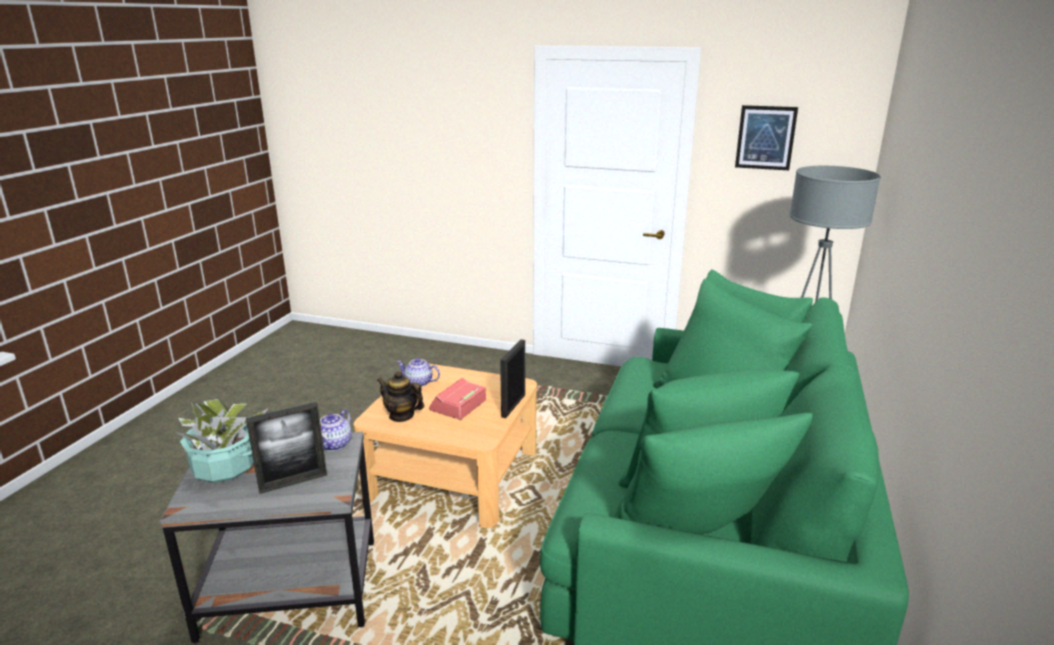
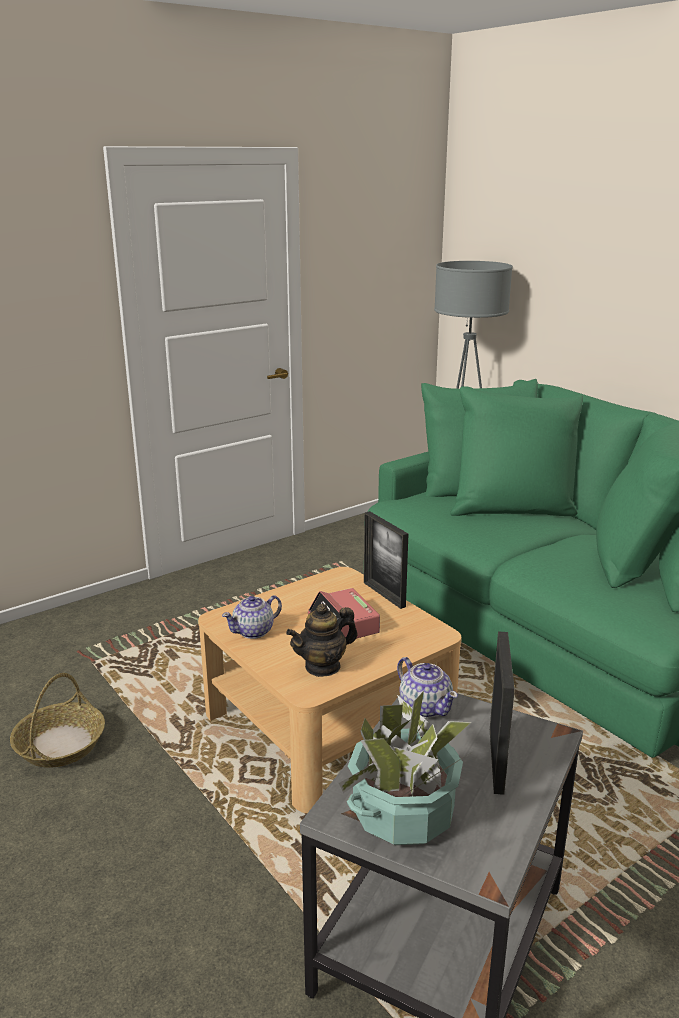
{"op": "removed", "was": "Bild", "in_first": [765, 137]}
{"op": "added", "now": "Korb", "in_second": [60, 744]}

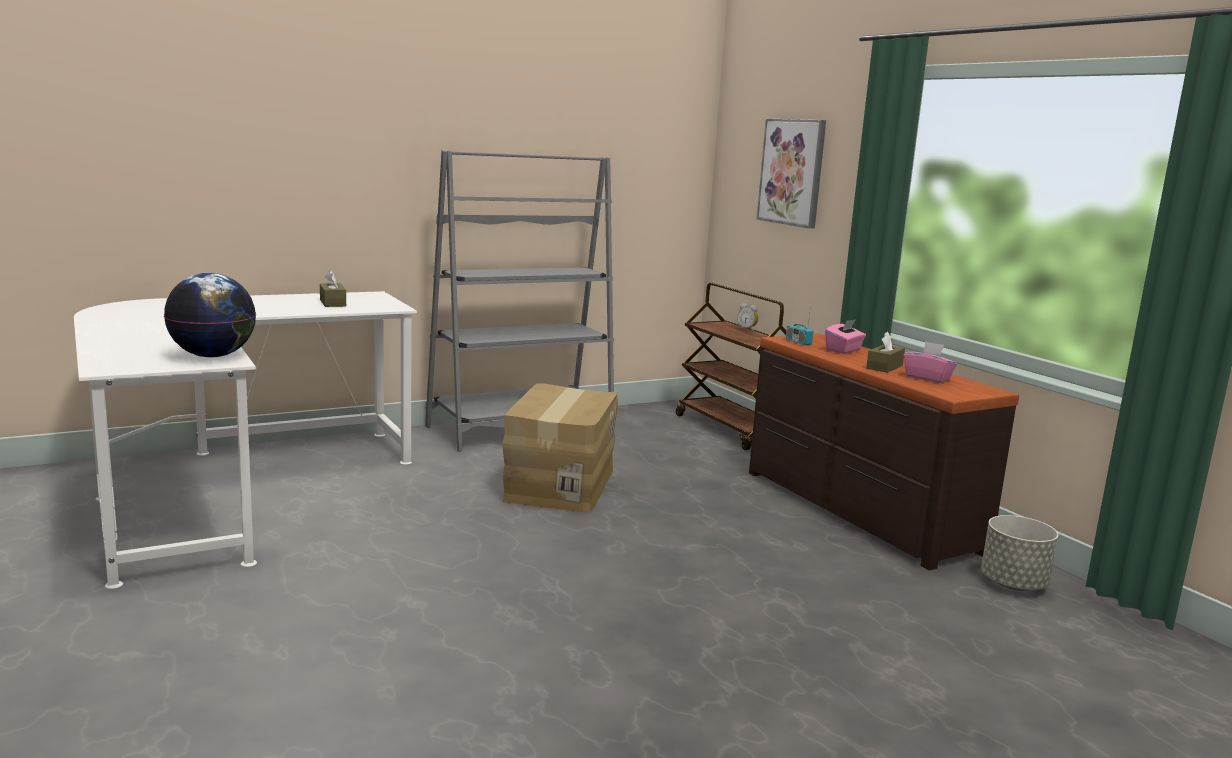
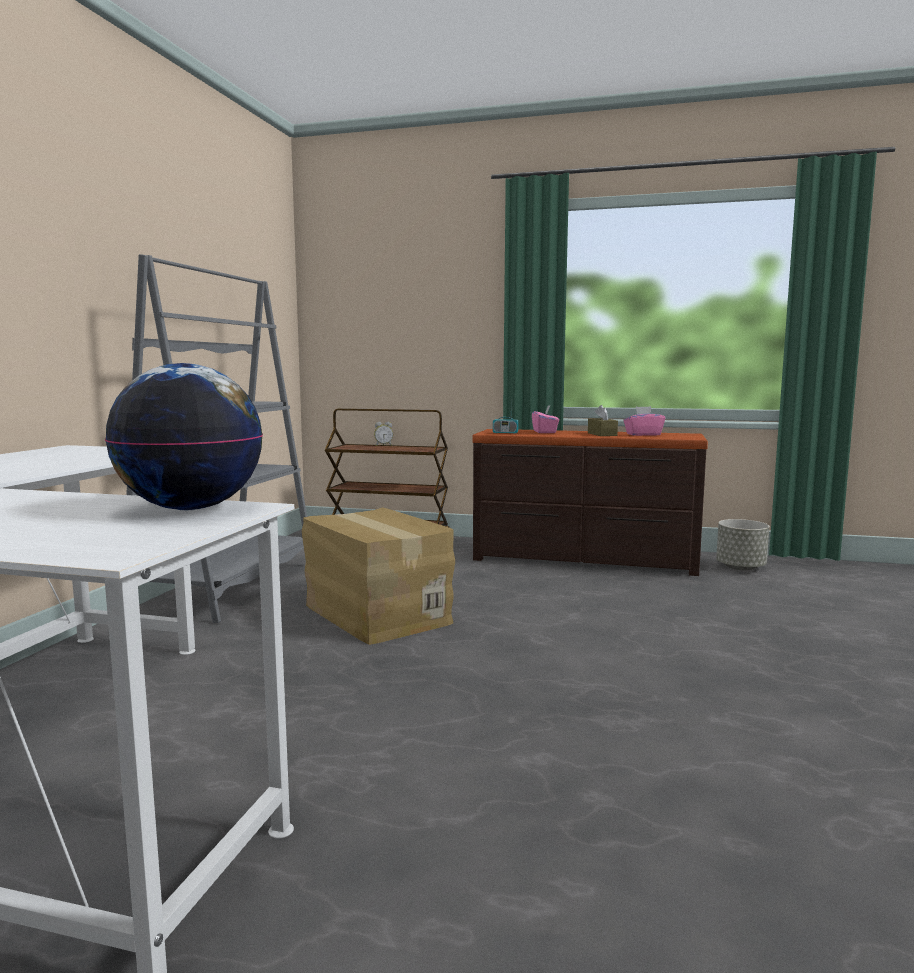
{"op": "removed", "was": "Taschentuchbox [braun]", "in_first": [333, 303]}
{"op": "removed", "was": "Bild", "in_first": [792, 172]}

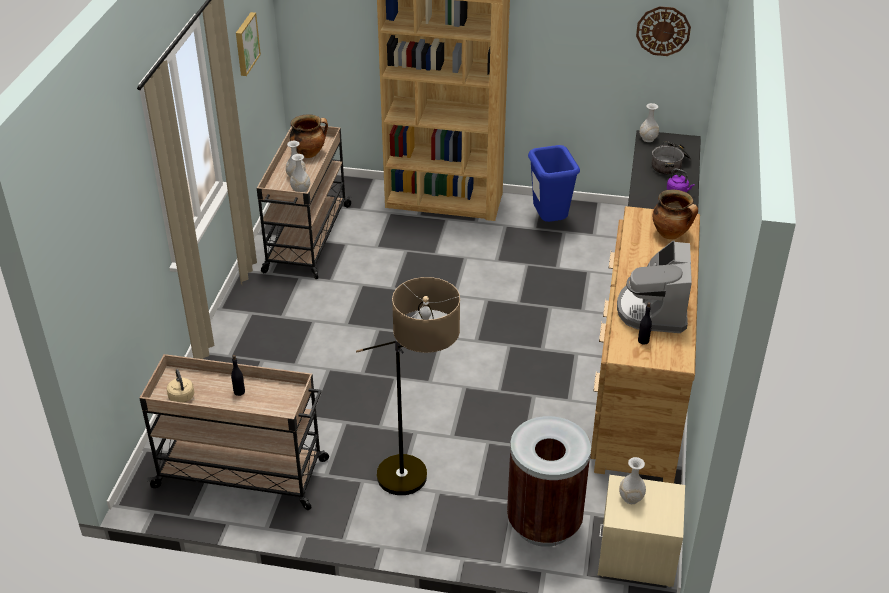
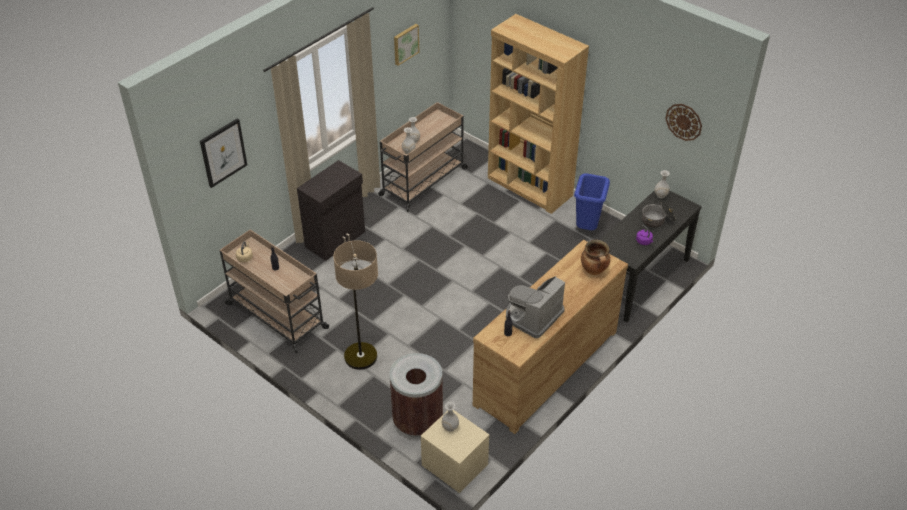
{"op": "removed", "was": "Kochtopf", "in_first": [309, 153]}
{"op": "added", "now": "Bild", "in_second": [223, 152]}
{"op": "added", "now": "Schrank [schwarz]", "in_second": [336, 239]}

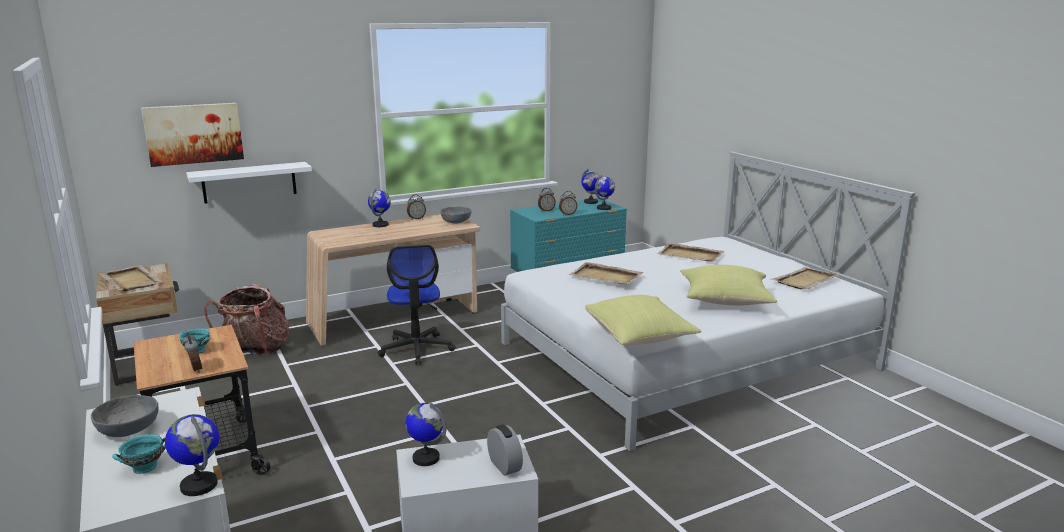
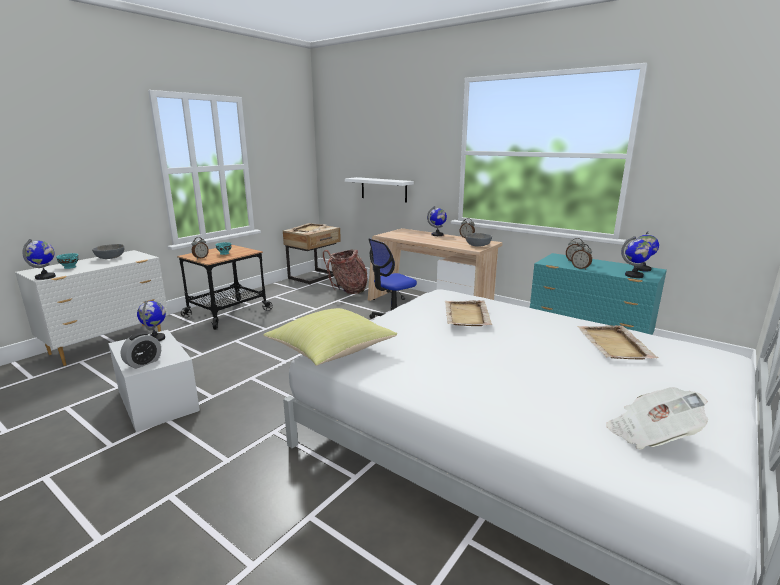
{"op": "removed", "was": "Bild", "in_first": [194, 133]}
{"op": "removed", "was": "Kissen [gelb]", "in_first": [724, 302]}
{"op": "replaced", "was": "Tablett [beige]", "now": "Zeitung", "in_first": [804, 280], "in_second": [651, 435]}

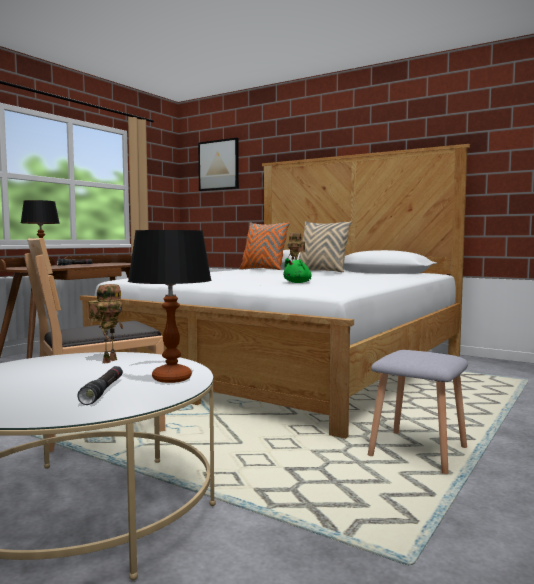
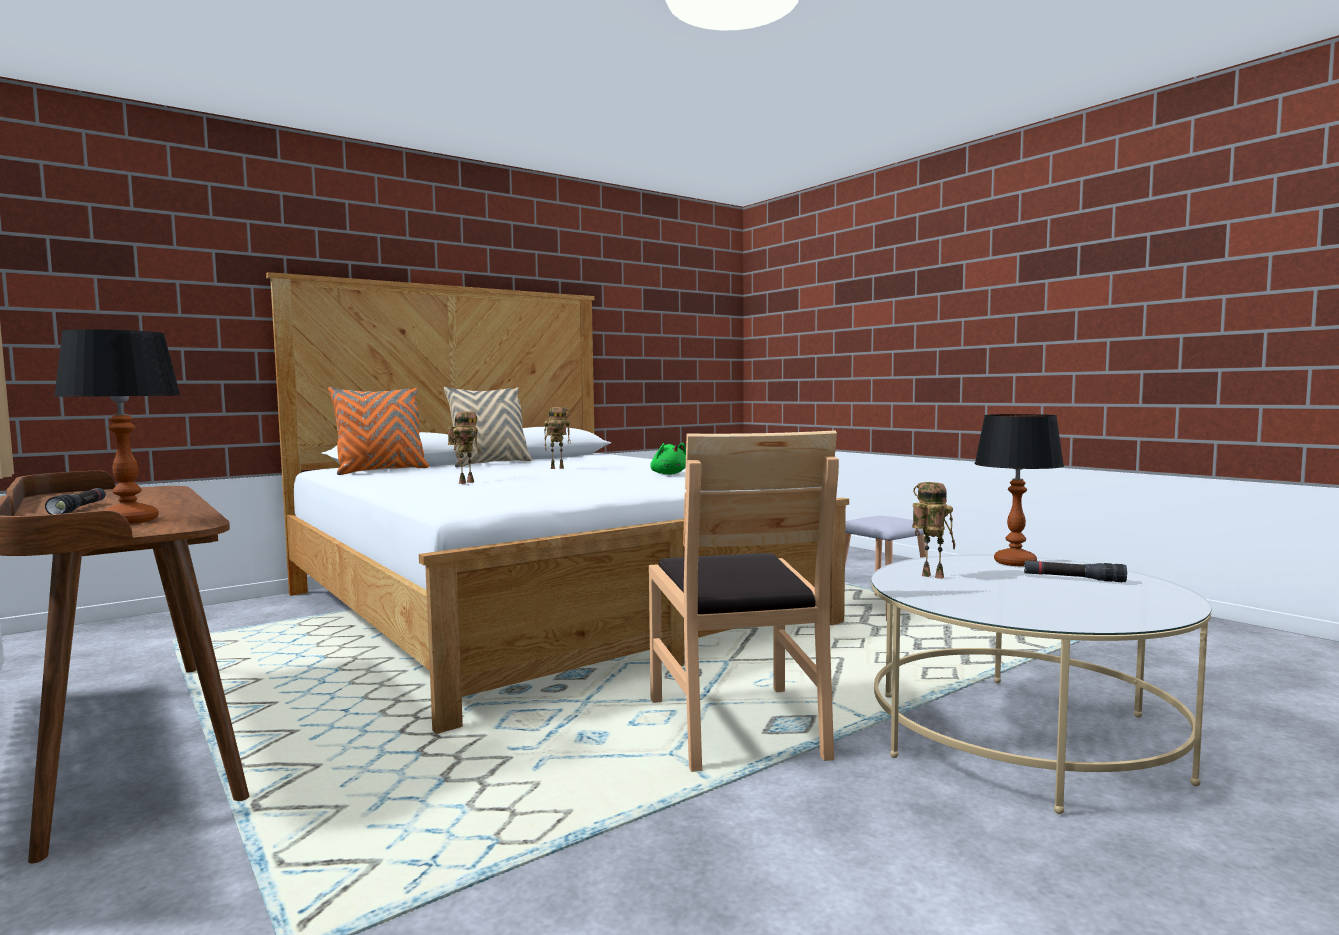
{"op": "removed", "was": "Bild", "in_first": [218, 165]}
{"op": "added", "now": "Spielzeugroboter", "in_second": [466, 482]}

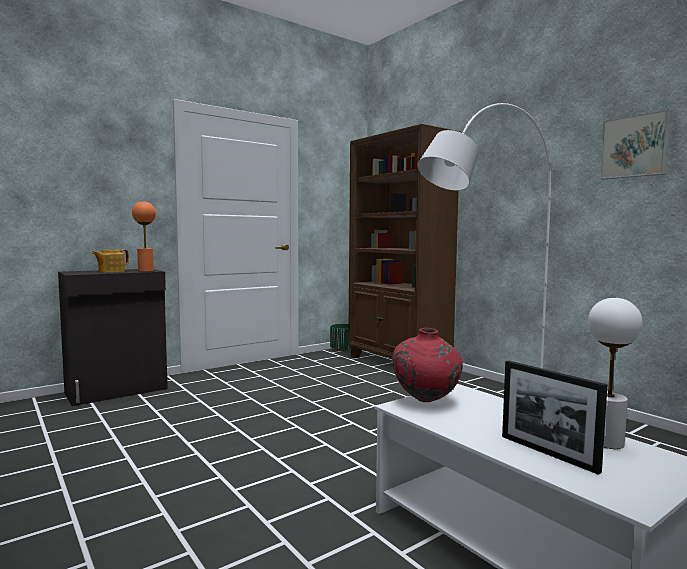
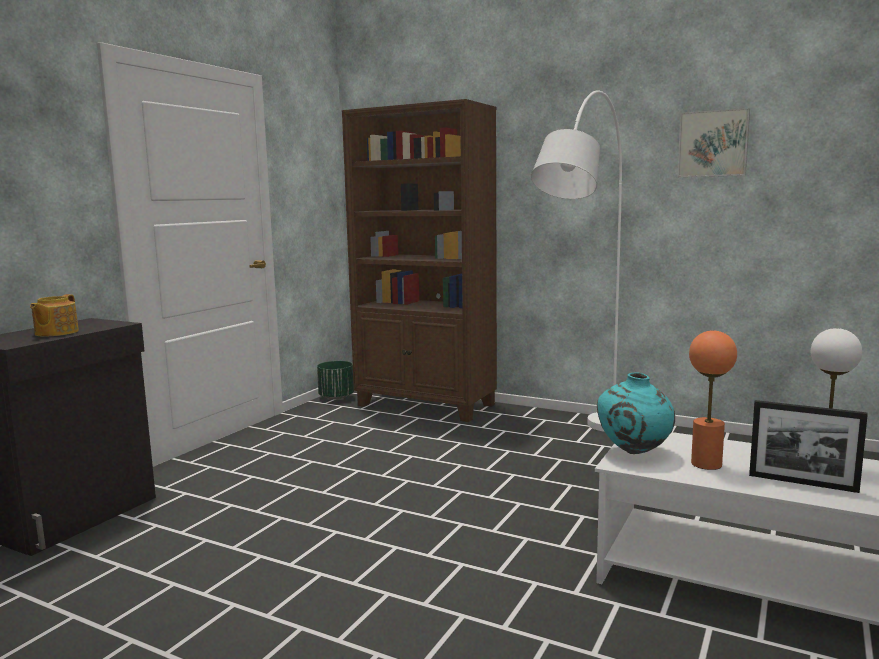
{"op": "moved", "was": "Tischlampe [orange]", "in_first": [145, 271], "in_second": [706, 464]}
{"op": "recoloured", "was": "Vase [rot]", "now": "Vase [türkis]", "in_first": [426, 401], "in_second": [634, 452]}

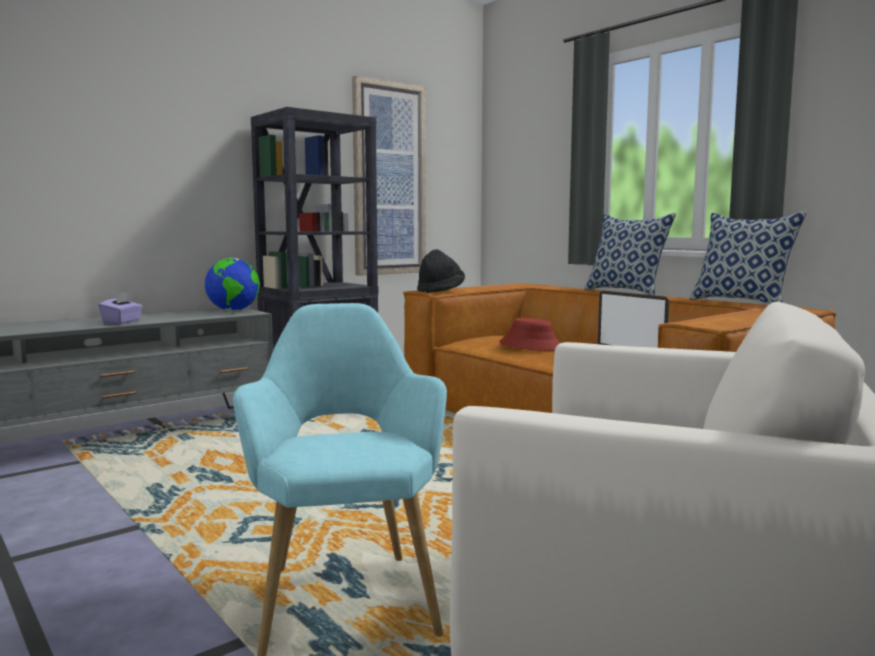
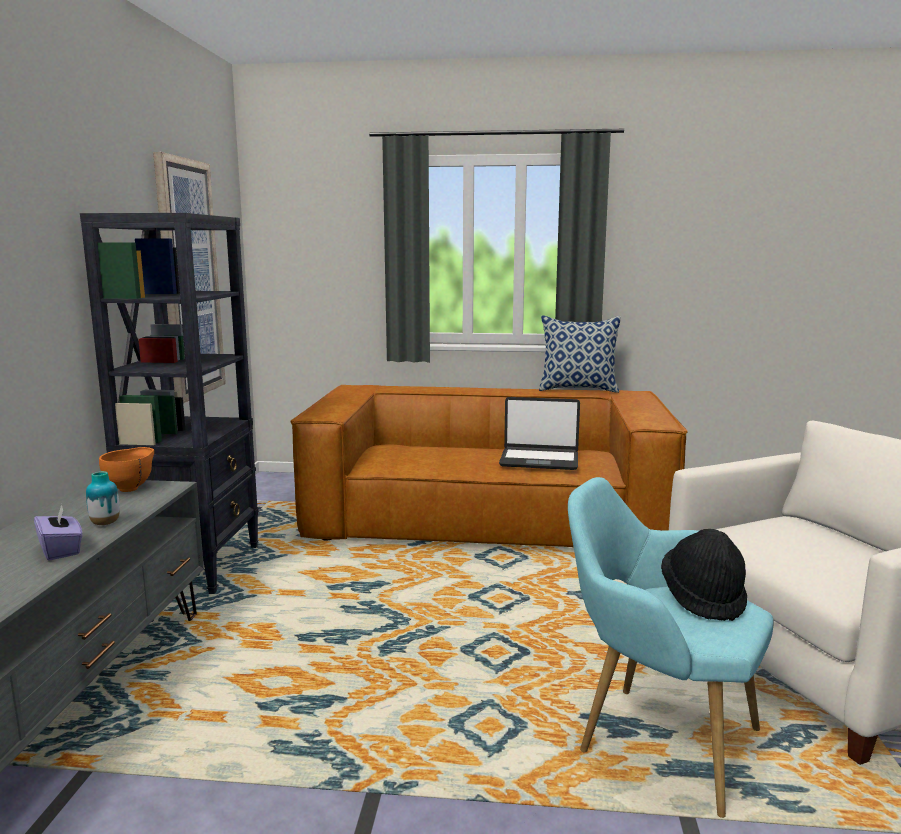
{"op": "replaced", "was": "Globus", "now": "Schüssel [orange]", "in_first": [233, 311], "in_second": [131, 488]}
{"op": "moved", "was": "Hut [schwarz]", "in_first": [440, 291], "in_second": [703, 598]}
{"op": "removed", "was": "Hut [rot]", "in_first": [531, 346]}
{"op": "removed", "was": "Kissen", "in_first": [626, 292]}
{"op": "added", "now": "Vase", "in_second": [105, 523]}

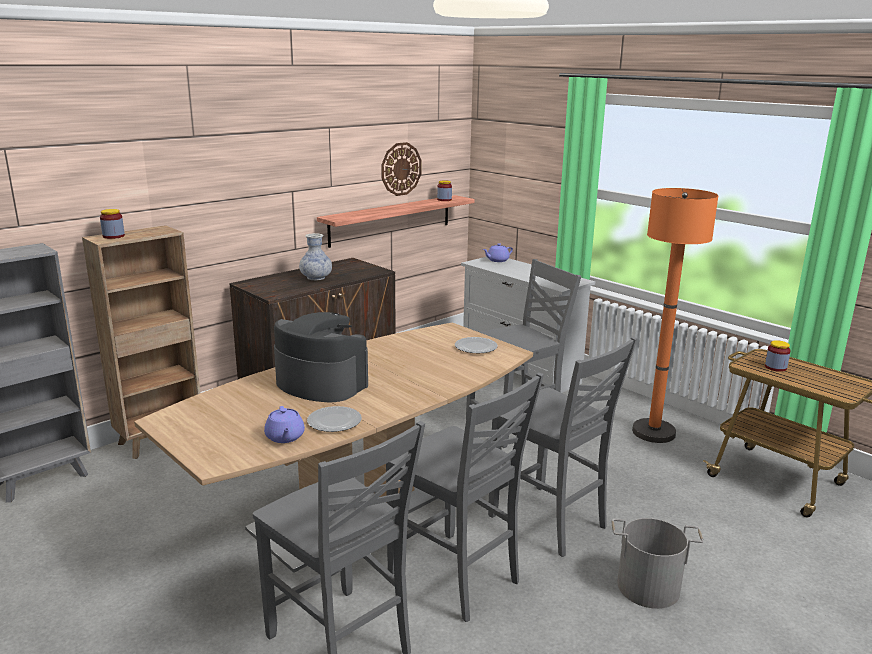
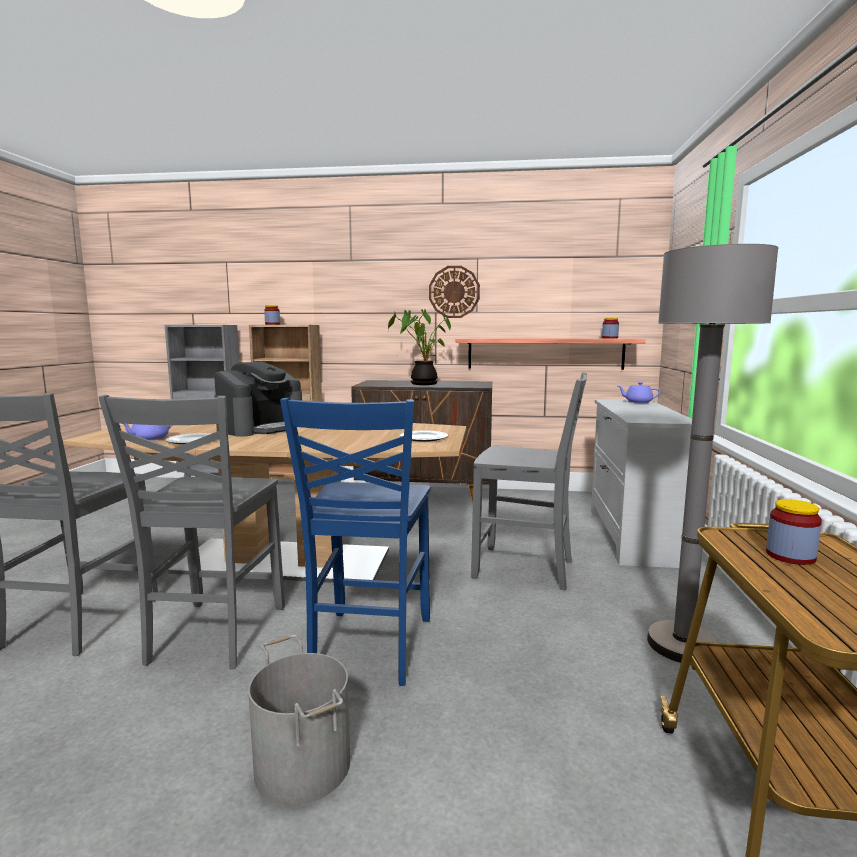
{"op": "turned", "was": "Kaffeemaschine", "in_first": [320, 383], "in_second": [260, 428], "clockwise": 45}
{"op": "replaced", "was": "Vase", "now": "Topfpflanze", "in_first": [316, 278], "in_second": [423, 383]}
{"op": "moved", "was": "Wanduhr", "in_first": [401, 169], "in_second": [454, 292]}
{"op": "recoloured", "was": "Stuhl [grau]", "now": "Stuhl [blau]", "in_first": [549, 522], "in_second": [369, 647]}
{"op": "recoloured", "was": "Stehlampe [orange]", "now": "Stehlampe [grau]", "in_first": [653, 432], "in_second": [682, 645]}

